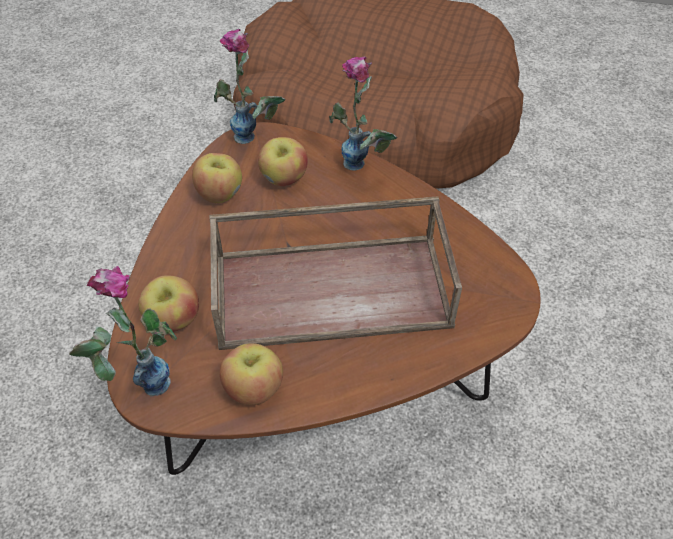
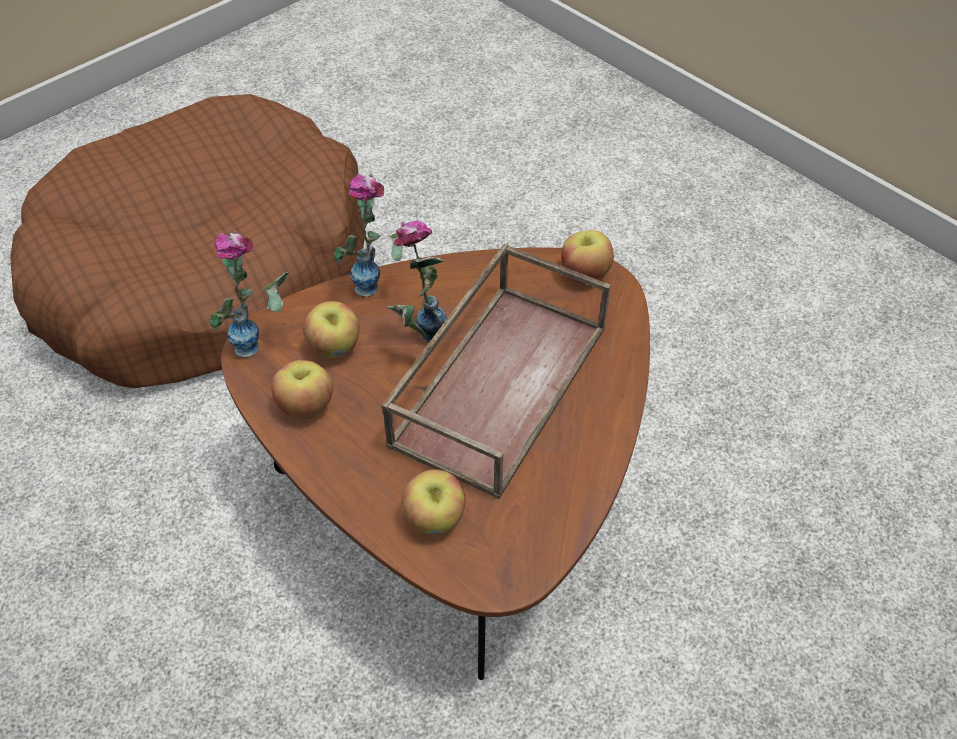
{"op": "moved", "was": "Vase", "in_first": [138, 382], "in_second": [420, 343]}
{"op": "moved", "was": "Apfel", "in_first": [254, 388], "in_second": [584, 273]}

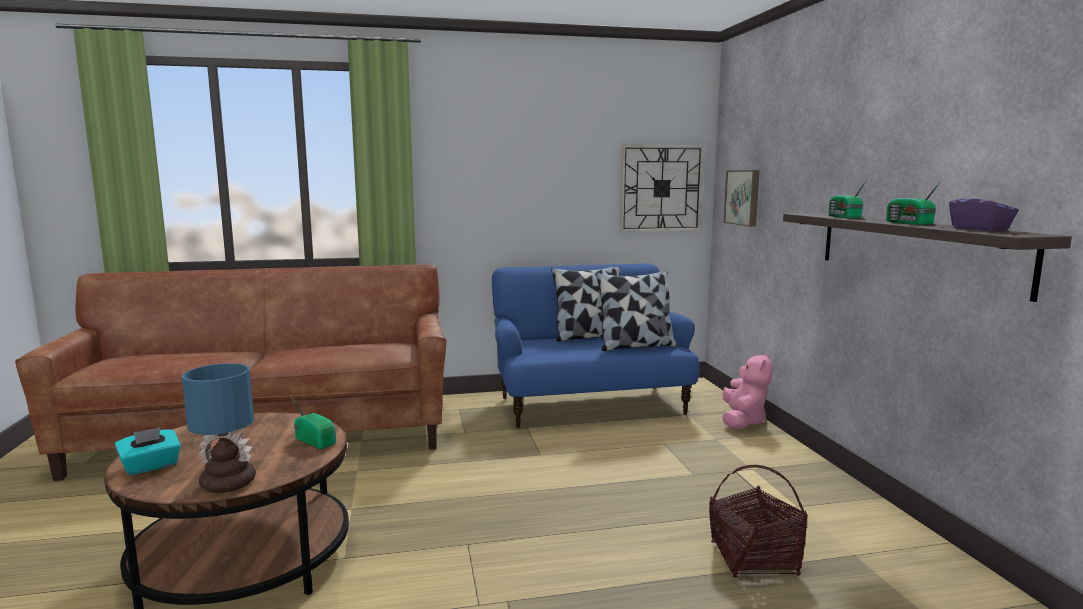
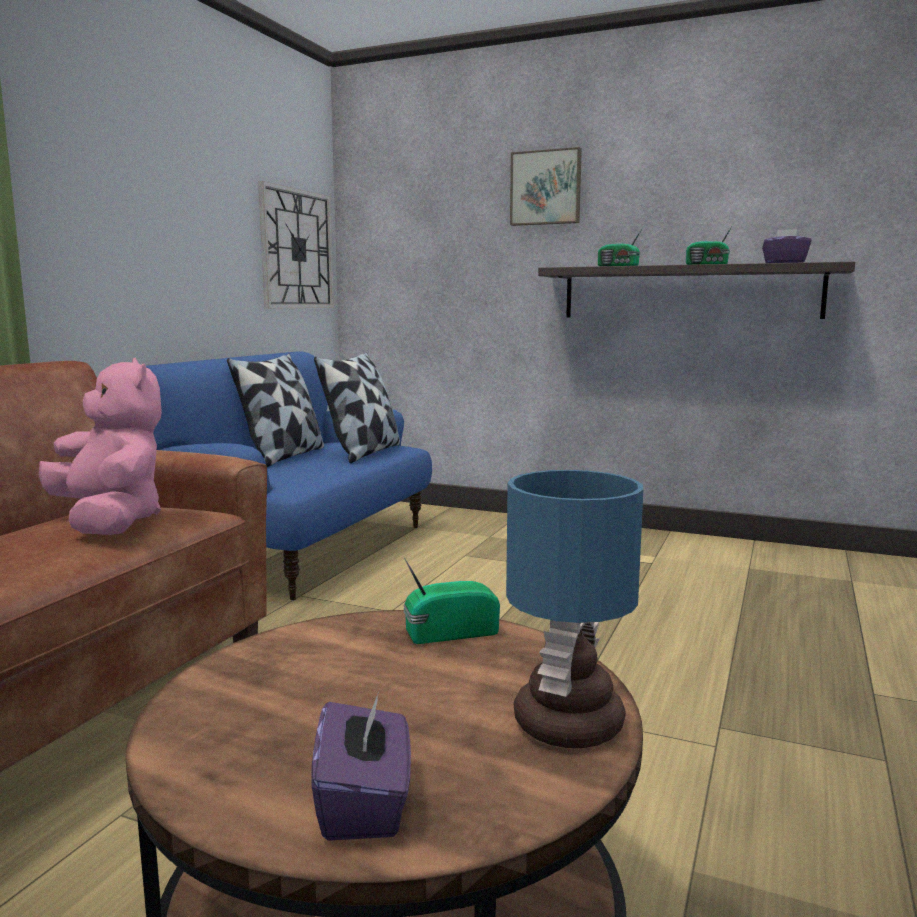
{"op": "recoloured", "was": "Taschentuchbox [türkis]", "now": "Taschentuchbox [lila]", "in_first": [151, 466], "in_second": [364, 803]}
{"op": "removed", "was": "Korb", "in_first": [754, 559]}
{"op": "moved", "was": "Plüschtier [rosa]", "in_first": [742, 421], "in_second": [110, 522]}
{"op": "moved", "was": "Bild", "in_first": [743, 197], "in_second": [546, 188]}

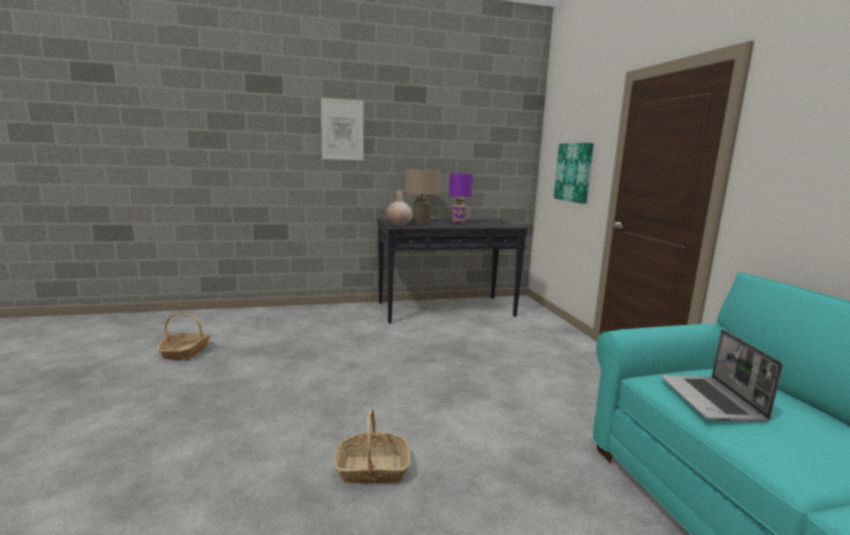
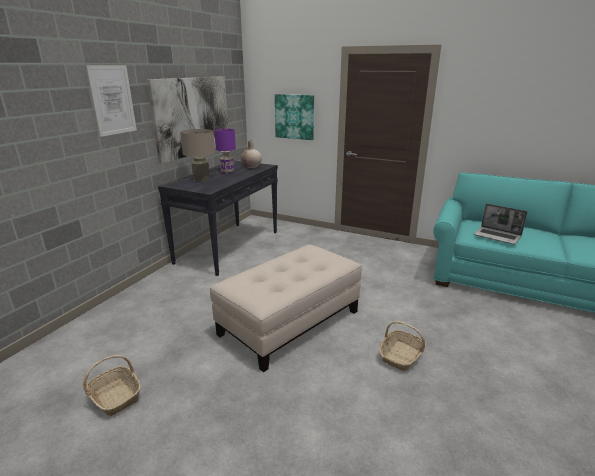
{"op": "moved", "was": "Vase [beige]", "in_first": [398, 224], "in_second": [251, 166]}
{"op": "added", "now": "Bild", "in_second": [192, 116]}
{"op": "added", "now": "Polsterhocker [beige]", "in_second": [289, 322]}

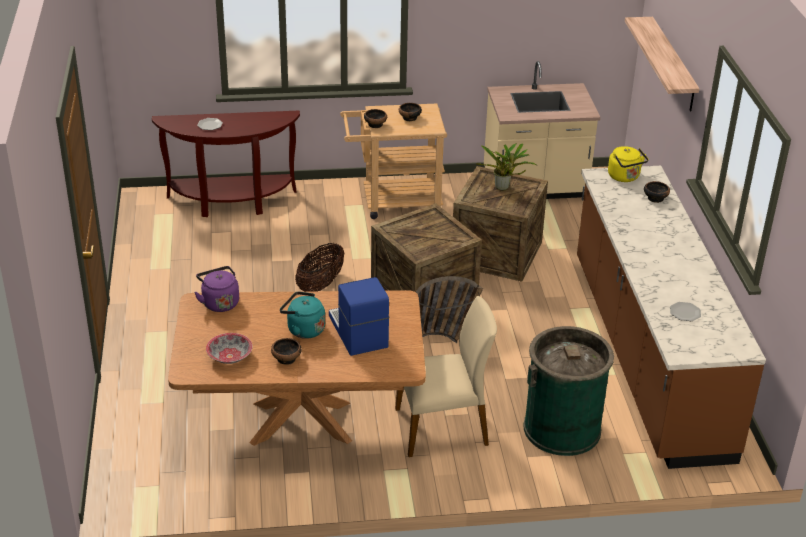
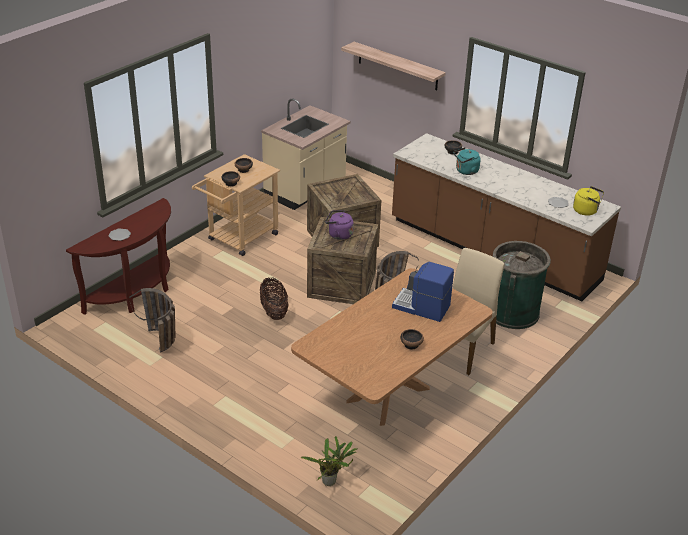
{"op": "moved", "was": "Wasserkessel [lila]", "in_first": [219, 302], "in_second": [338, 234]}
{"op": "removed", "was": "Schüssel", "in_first": [229, 357]}
{"op": "moved", "was": "Wasserkessel [türkis]", "in_first": [303, 329], "in_second": [465, 171]}
{"op": "moved", "was": "Topfpflanze", "in_first": [503, 188], "in_second": [331, 482]}
{"op": "moved", "was": "Wasserkessel [gelb]", "in_first": [625, 177], "in_second": [586, 211]}
{"op": "added", "now": "Korb", "in_second": [163, 345]}

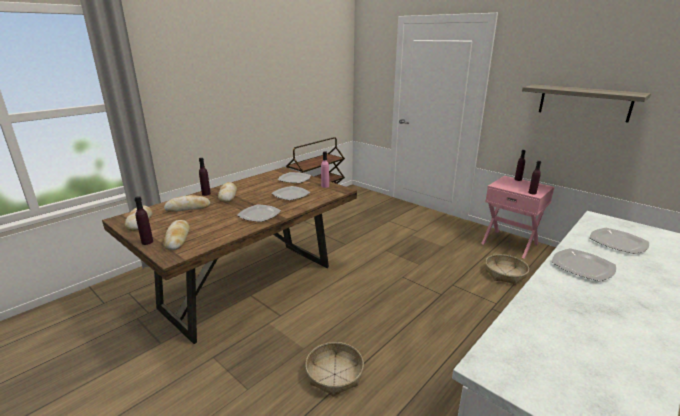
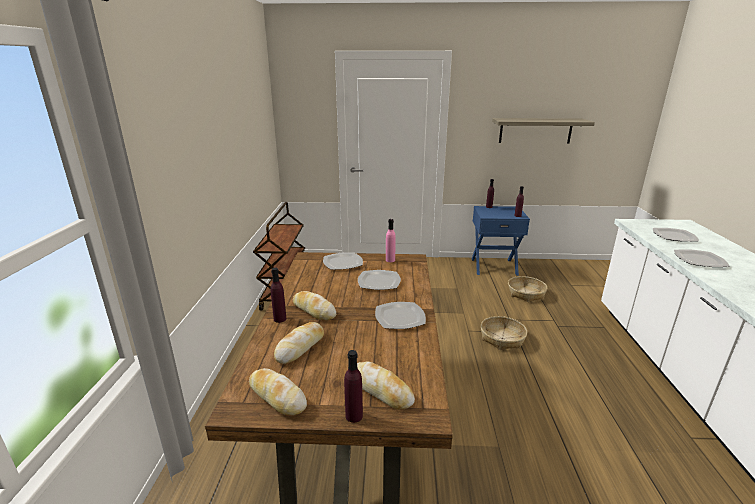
{"op": "moved", "was": "Korb", "in_first": [334, 374], "in_second": [502, 338]}
{"op": "recoloured", "was": "Nachttisch [rosa]", "now": "Nachttisch [blau]", "in_first": [510, 243], "in_second": [493, 266]}

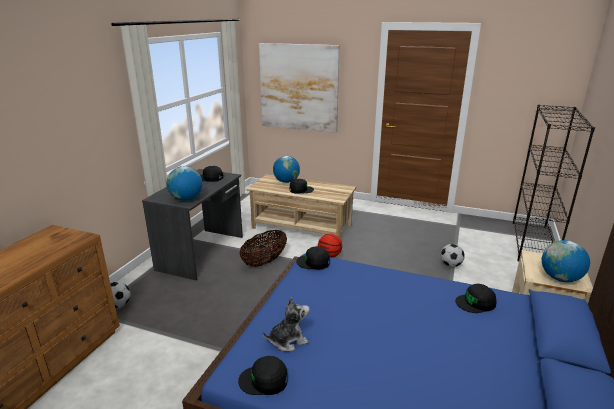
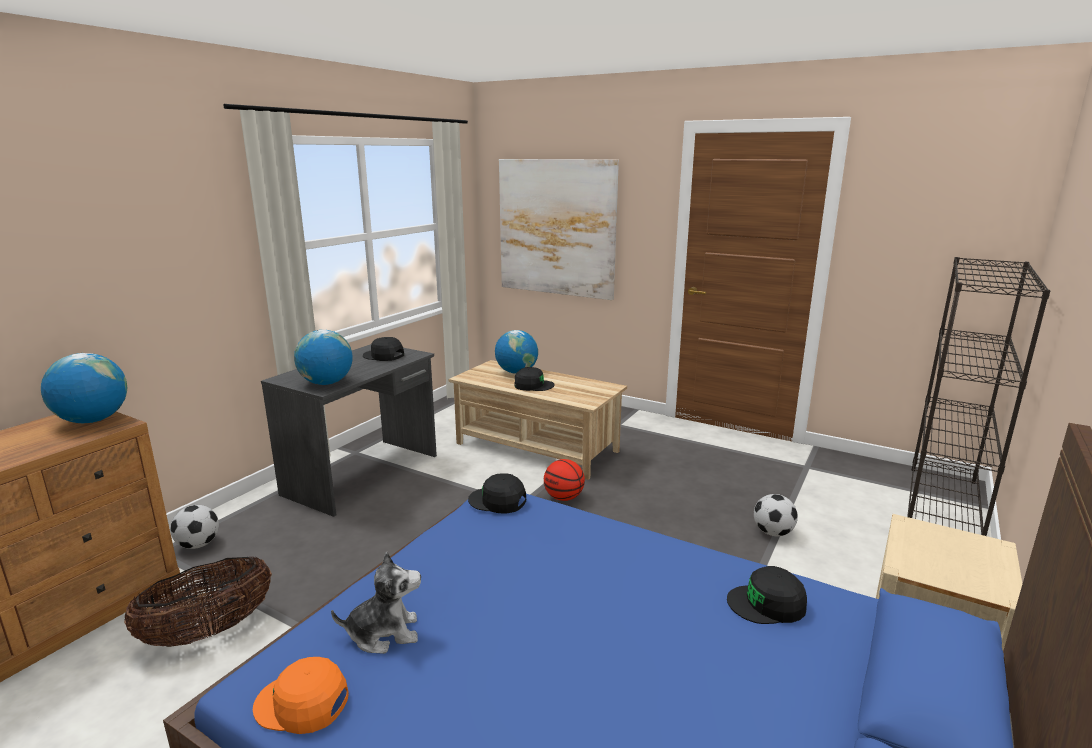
{"op": "recoloured", "was": "Kappe [schwarz]", "now": "Kappe [orange]", "in_first": [264, 380], "in_second": [302, 703]}
{"op": "moved", "was": "Korb", "in_first": [264, 262], "in_second": [209, 631]}
{"op": "moved", "was": "Globus", "in_first": [560, 278], "in_second": [93, 420]}

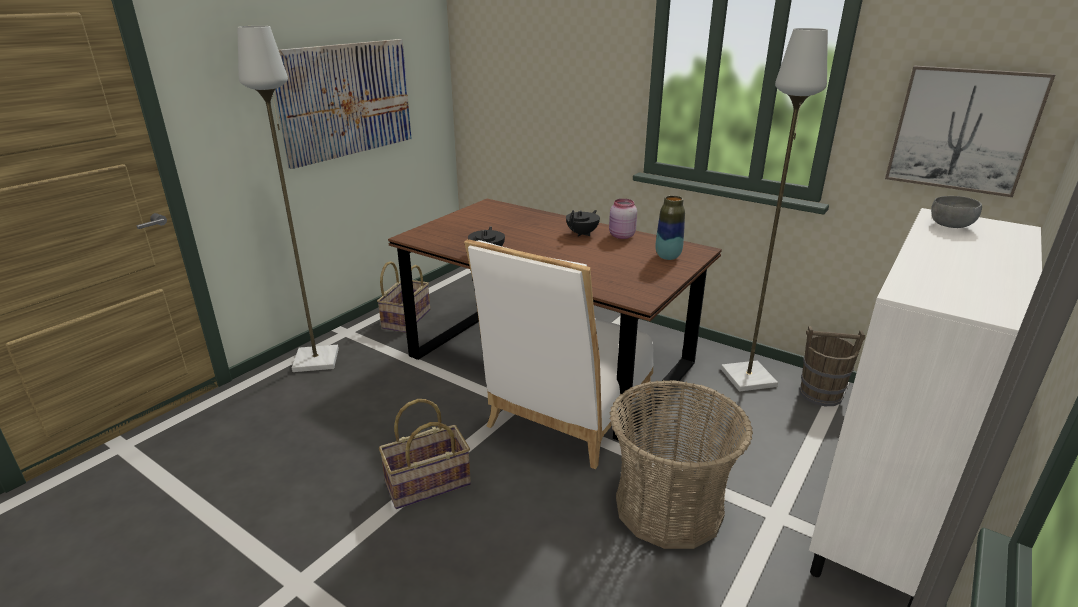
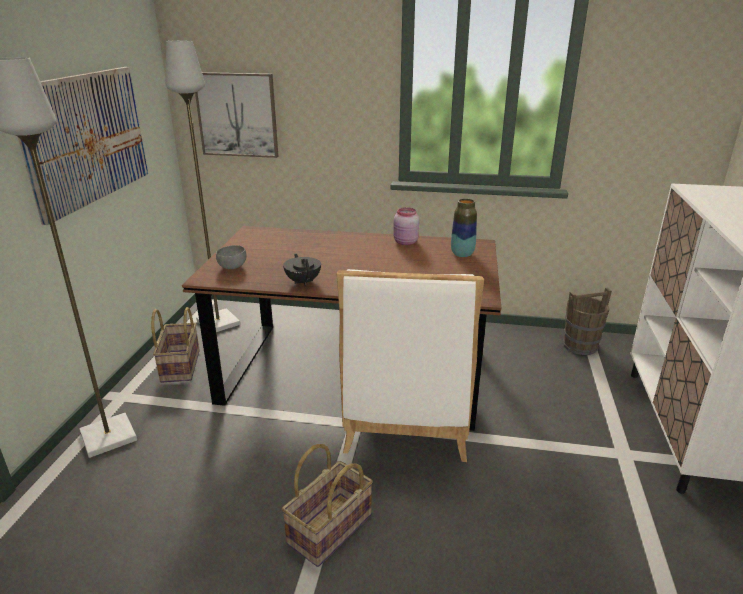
{"op": "removed", "was": "Teekanne [schwarz]", "in_first": [582, 234]}
{"op": "removed", "was": "Korb", "in_first": [668, 507]}
{"op": "moved", "was": "Stehlampe [grau]", "in_first": [749, 378], "in_second": [219, 323]}
{"op": "moved", "was": "Bild", "in_first": [963, 130], "in_second": [237, 115]}
{"op": "moved", "was": "Schüssel [grau]", "in_first": [950, 226], "in_second": [232, 267]}

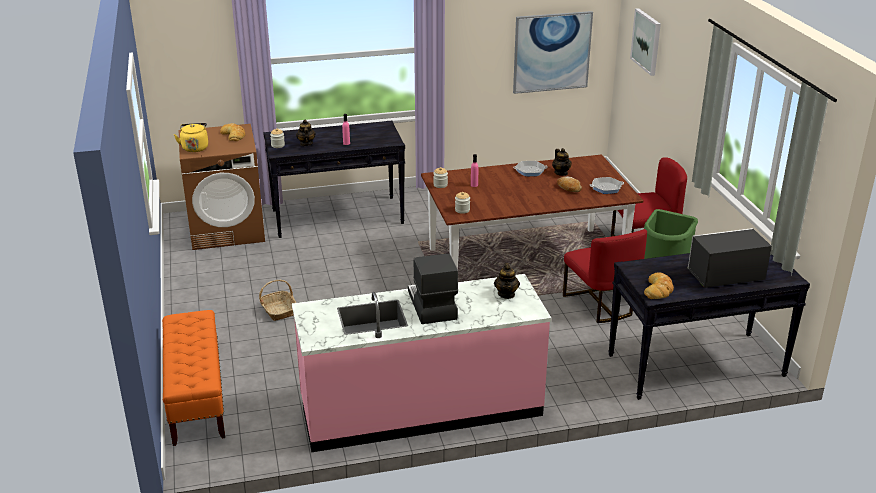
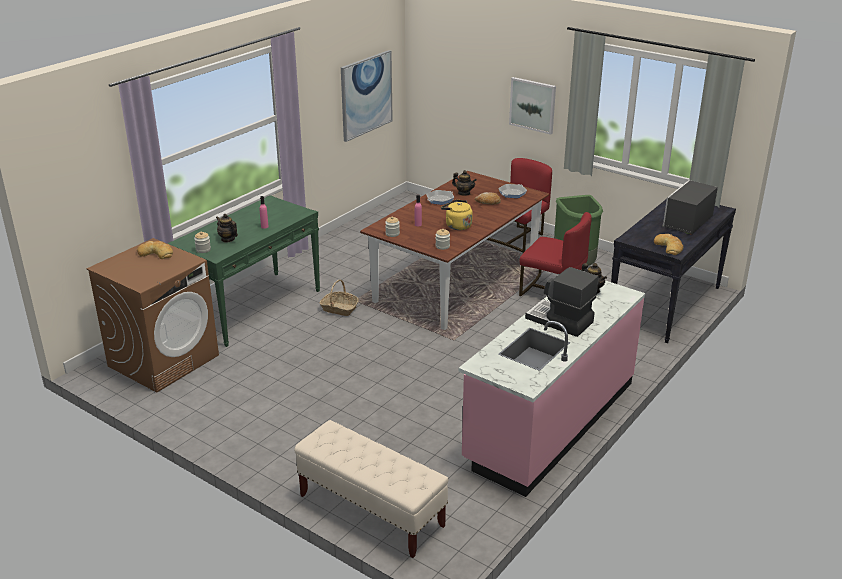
{"op": "recoloured", "was": "Bank [orange]", "now": "Bank [beige]", "in_first": [197, 399], "in_second": [371, 511]}
{"op": "moved", "was": "Wasserkessel [gelb]", "in_first": [195, 147], "in_second": [457, 226]}
{"op": "moved", "was": "Korb", "in_first": [278, 310], "in_second": [339, 309]}
{"op": "recoloured", "was": "Konsolentisch [schwarz]", "now": "Konsolentisch [grün]", "in_first": [338, 216], "in_second": [253, 307]}
{"op": "moved", "was": "Bild", "in_first": [646, 41], "in_second": [532, 105]}

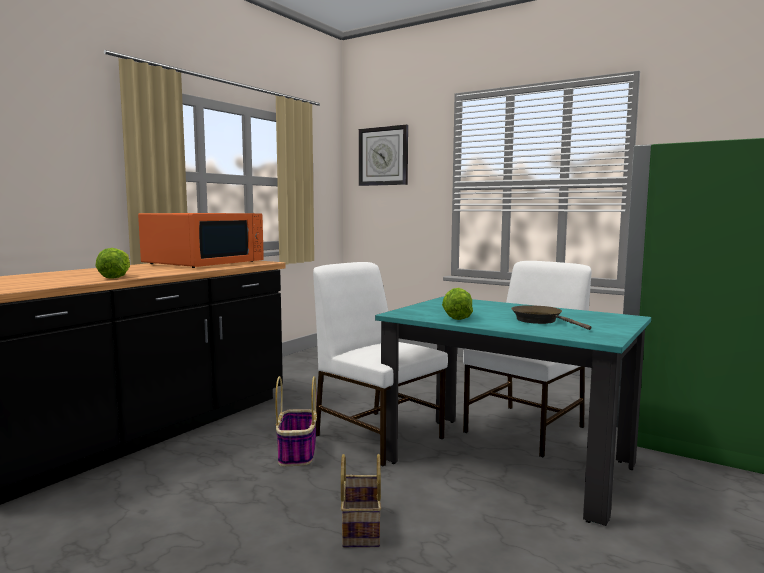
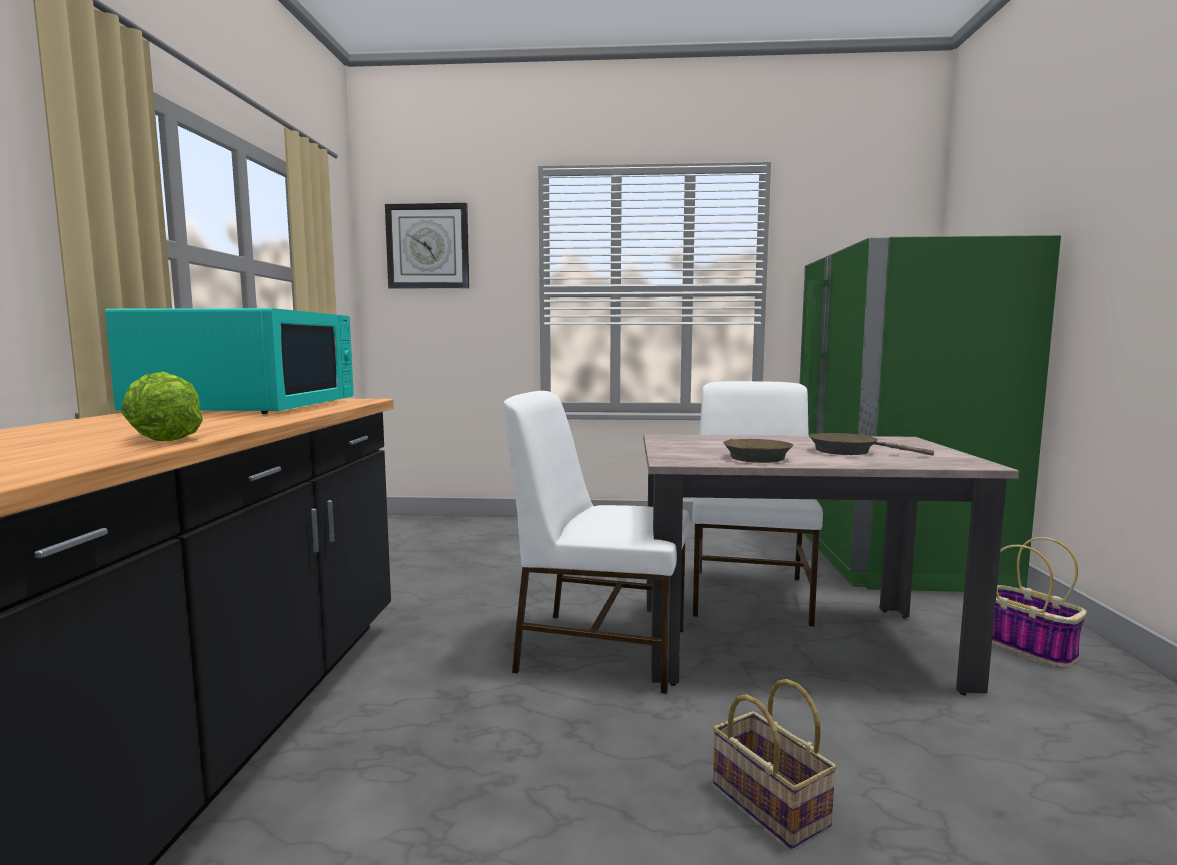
{"op": "recoloured", "was": "Mikrowelle [orange]", "now": "Mikrowelle [türkis]", "in_first": [205, 263], "in_second": [250, 406]}
{"op": "moved", "was": "Korb", "in_first": [297, 453], "in_second": [1029, 647]}
{"op": "recoloured", "was": "Esstisch [türkis]", "now": "Esstisch [beige]", "in_first": [507, 462], "in_second": [791, 643]}
{"op": "replaced", "was": "Salatkopf", "now": "Pfanne [braun]", "in_first": [457, 317], "in_second": [754, 457]}

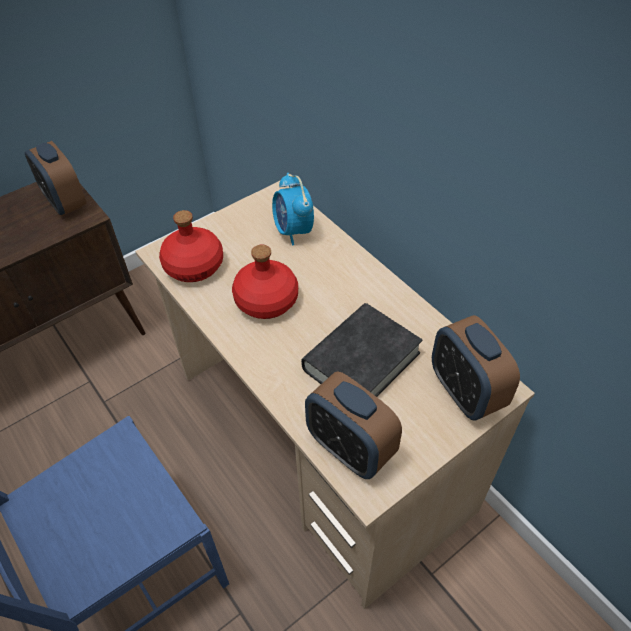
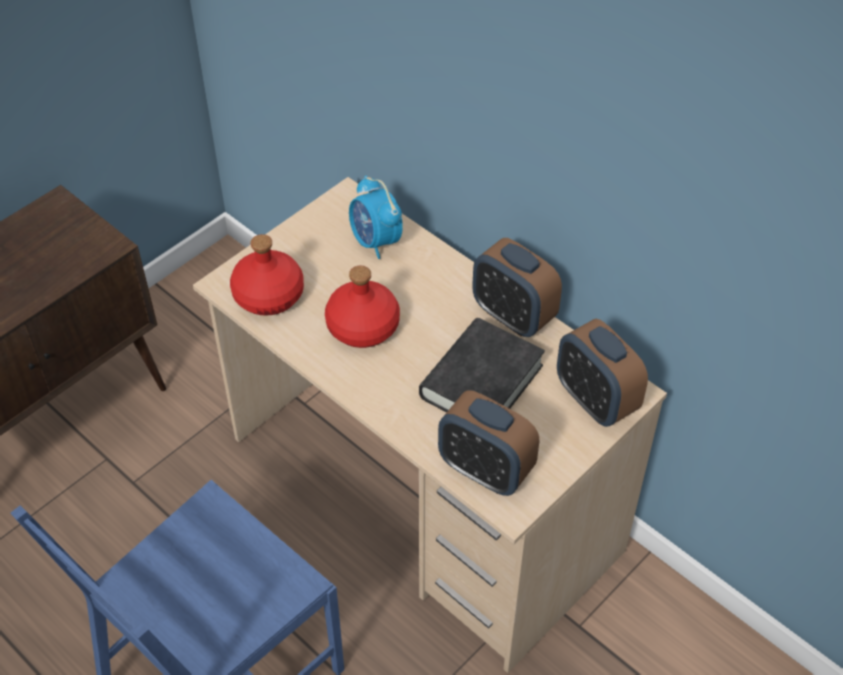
{"op": "moved", "was": "Wecker", "in_first": [65, 202], "in_second": [513, 316]}

